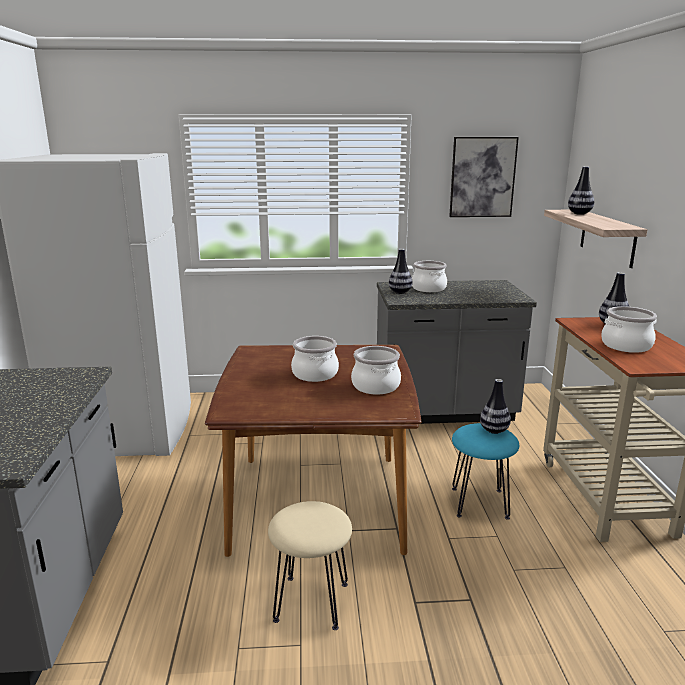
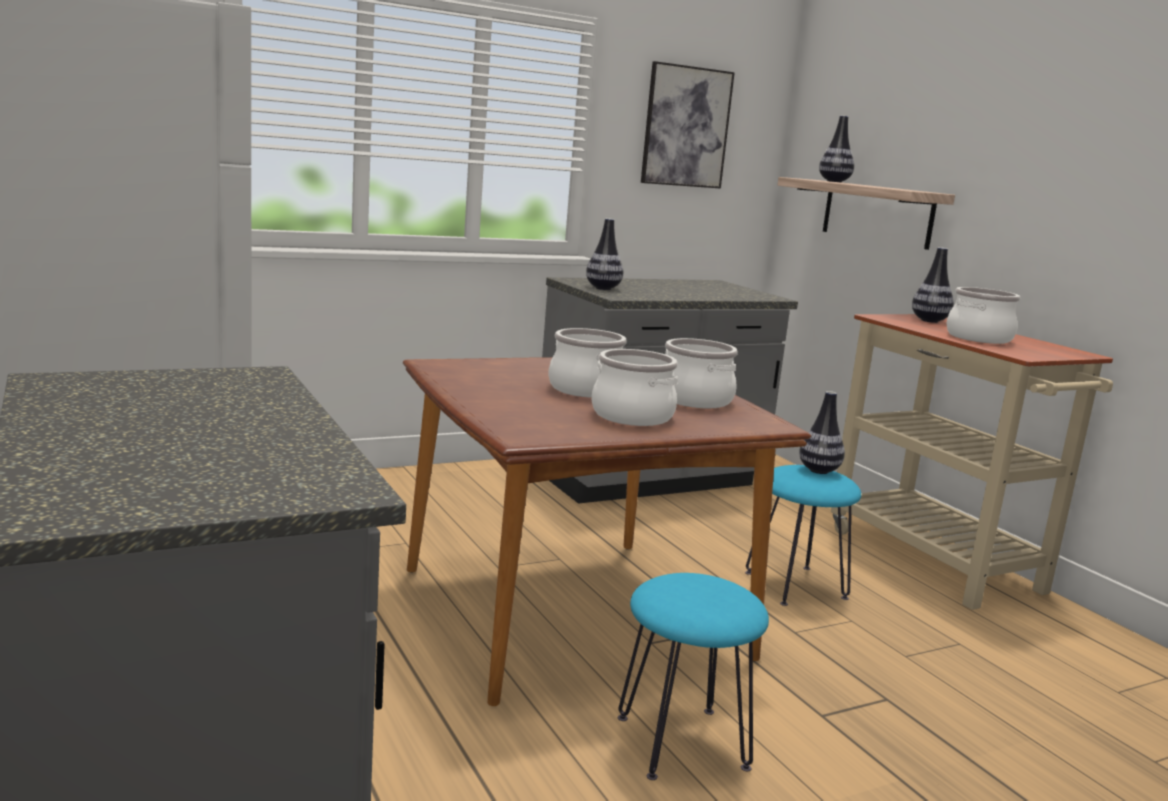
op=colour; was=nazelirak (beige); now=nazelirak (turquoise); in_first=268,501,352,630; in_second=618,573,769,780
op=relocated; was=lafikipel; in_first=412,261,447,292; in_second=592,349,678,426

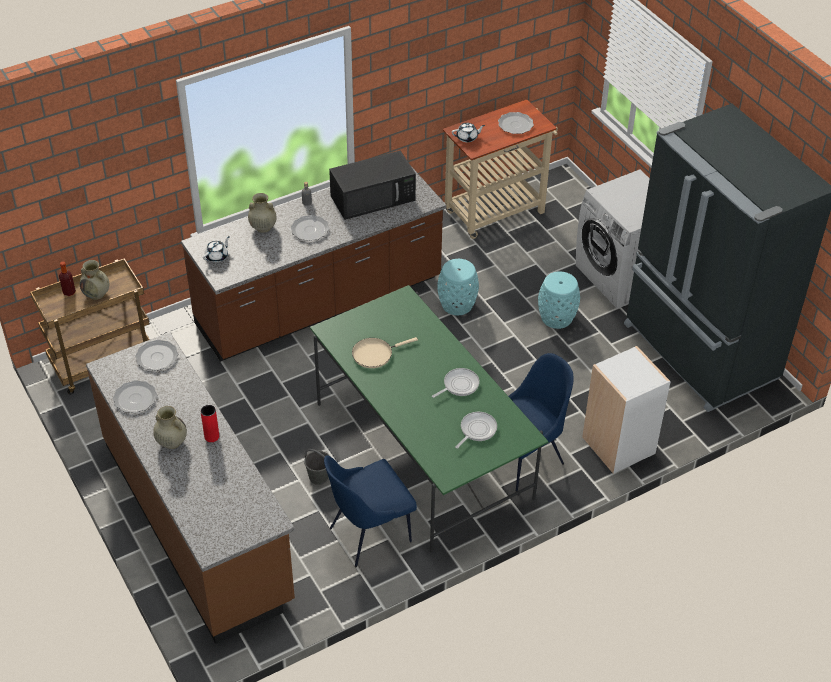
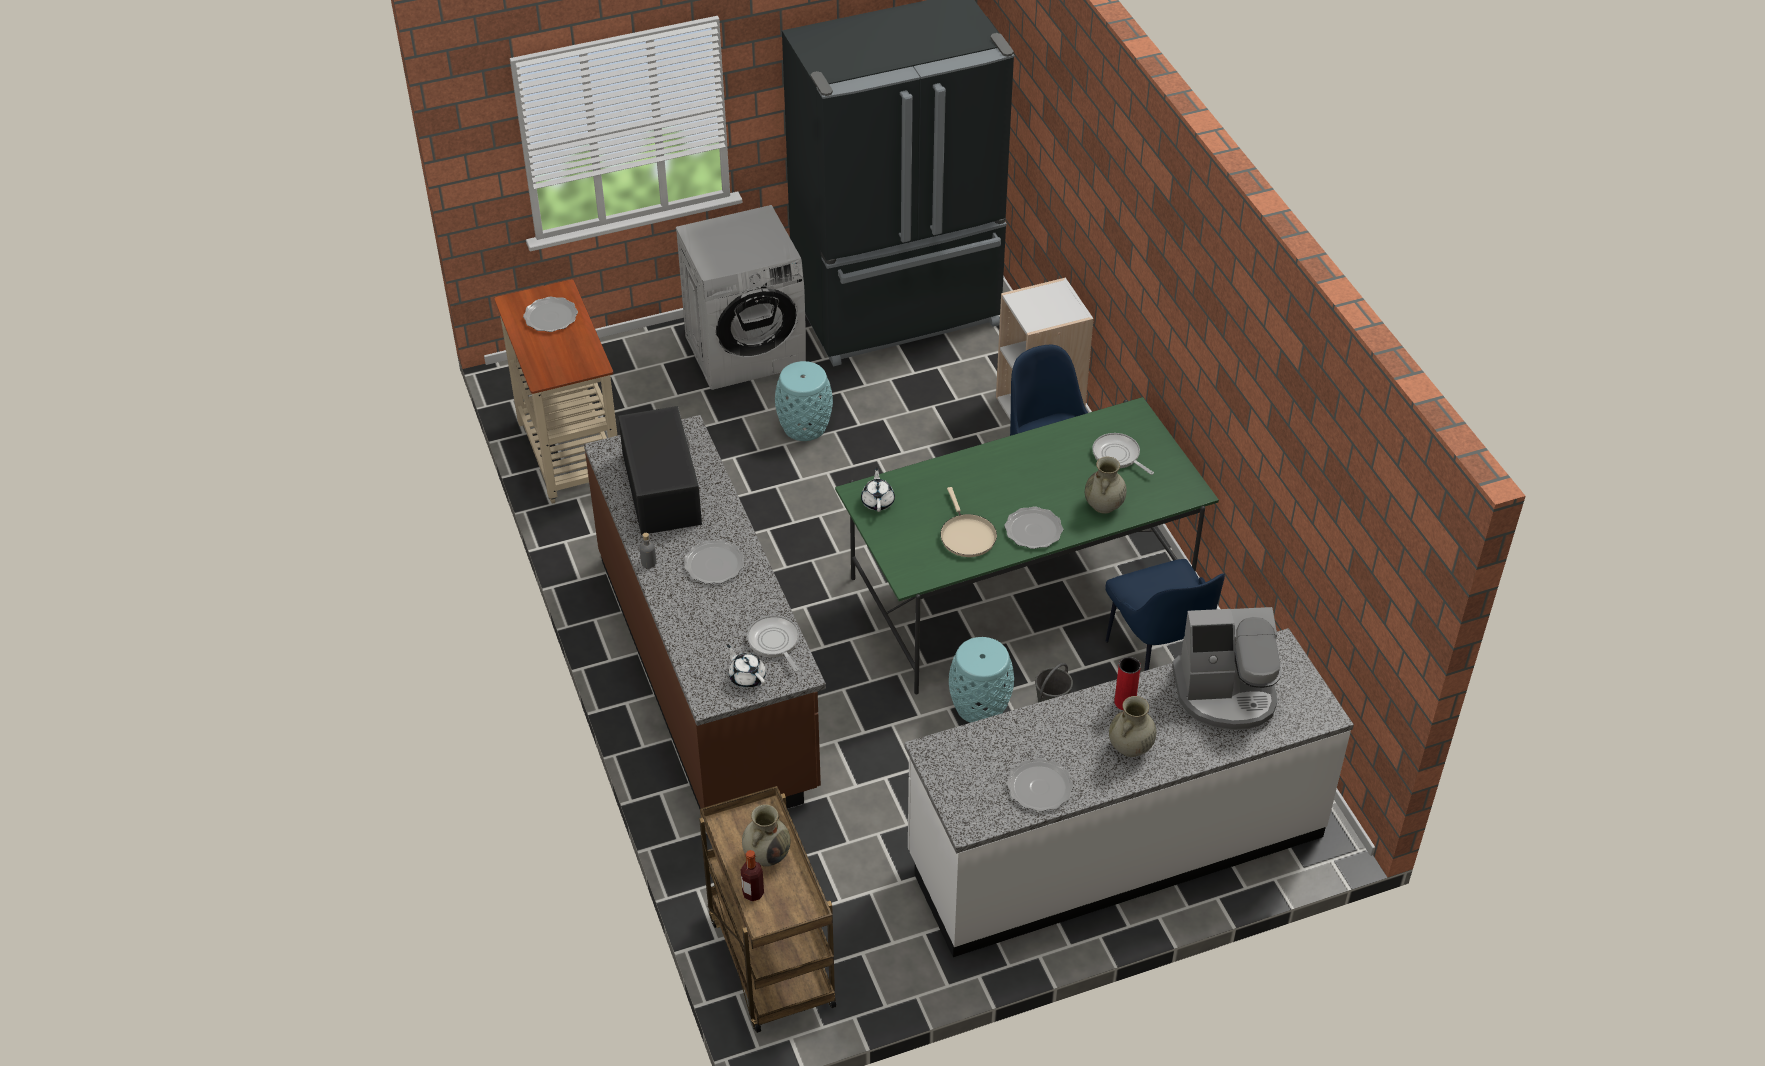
op=colour; was=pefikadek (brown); now=pefikadek (white); in_first=86,332,295,644; in_second=905,628,1354,957
op=relocated; was=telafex; in_first=135,340,178,371; in_second=1004,506,1063,549
op=relocated; was=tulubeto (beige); in_first=248,193,277,233; in_second=1085,457,1127,514
op=relocated; was=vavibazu; in_first=432,368,479,398; in_second=747,615,799,672
op=relocated; was=nazelirak (turquoise); in_first=437,259,479,315; in_second=949,637,1014,723
op=relocated; was=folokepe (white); in_first=452,123,485,142; in_second=861,467,895,512
op=appeared; now=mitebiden; in_second=1172,607,1281,730

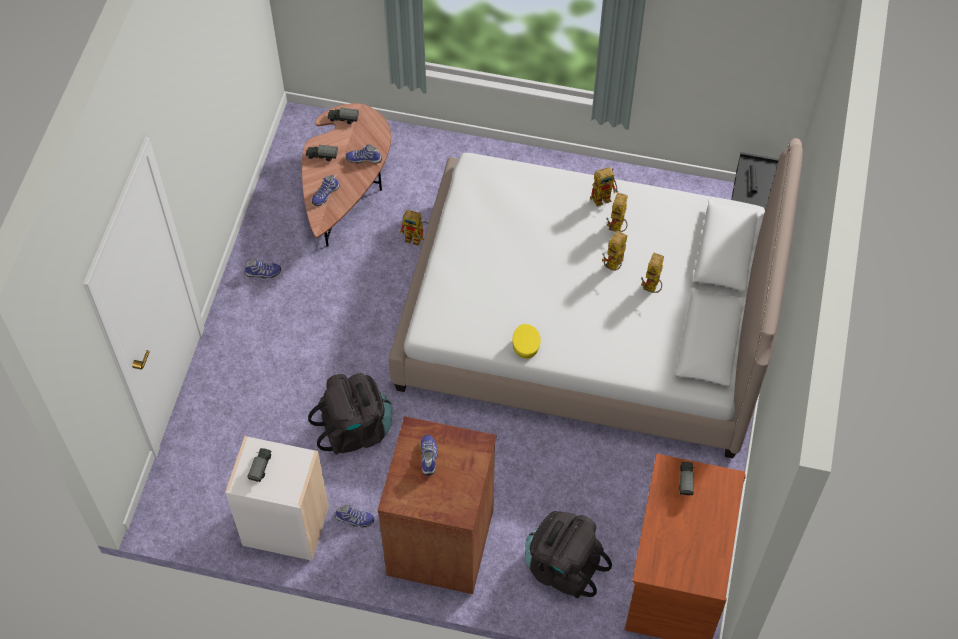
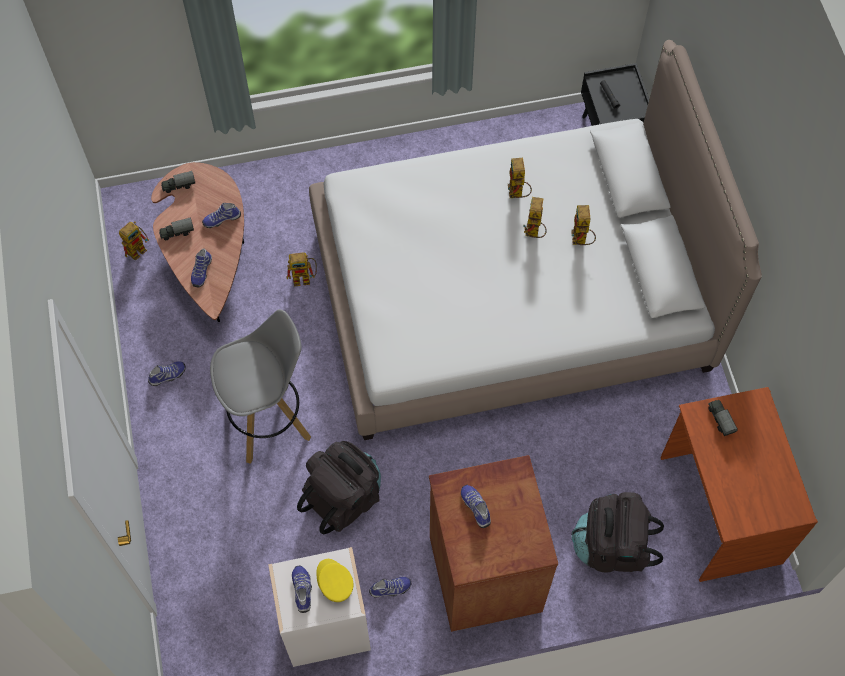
op=exchanged; was=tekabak; now=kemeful; in_first=247,448,272,482; in_second=292,565,312,613
op=relocated; was=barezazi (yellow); in_first=512,324,541,359; in_second=316,559,353,602
op=relocated; was=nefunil; in_first=590,167,618,207; in_second=119,221,149,261
op=appeared; now=nazelirak (grey); in_second=210,309,311,464

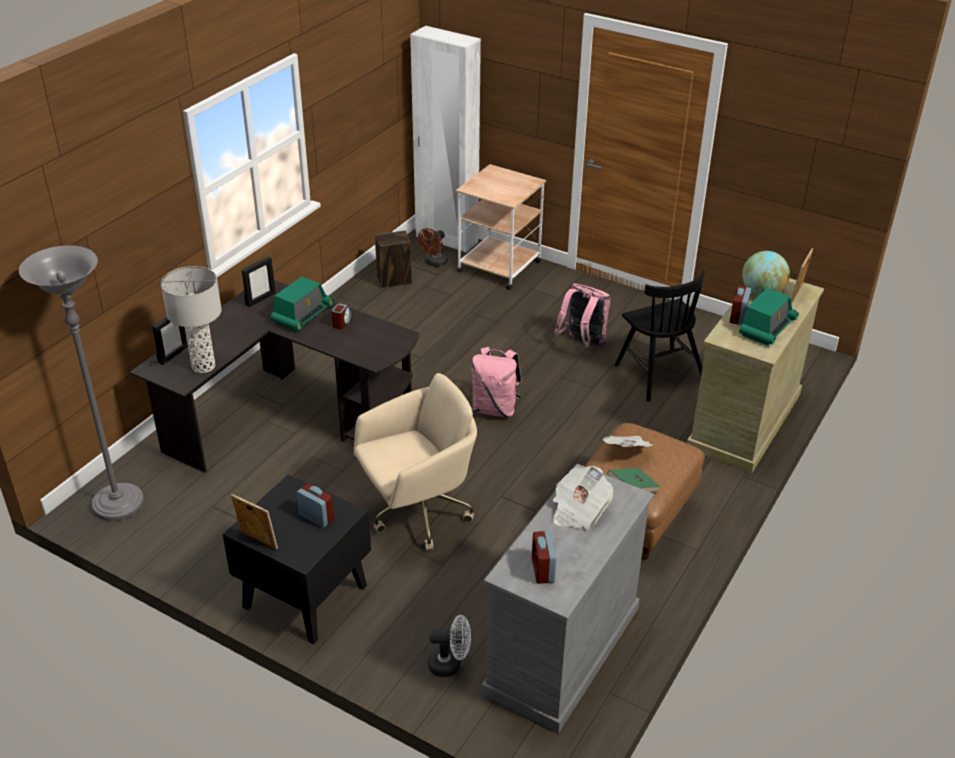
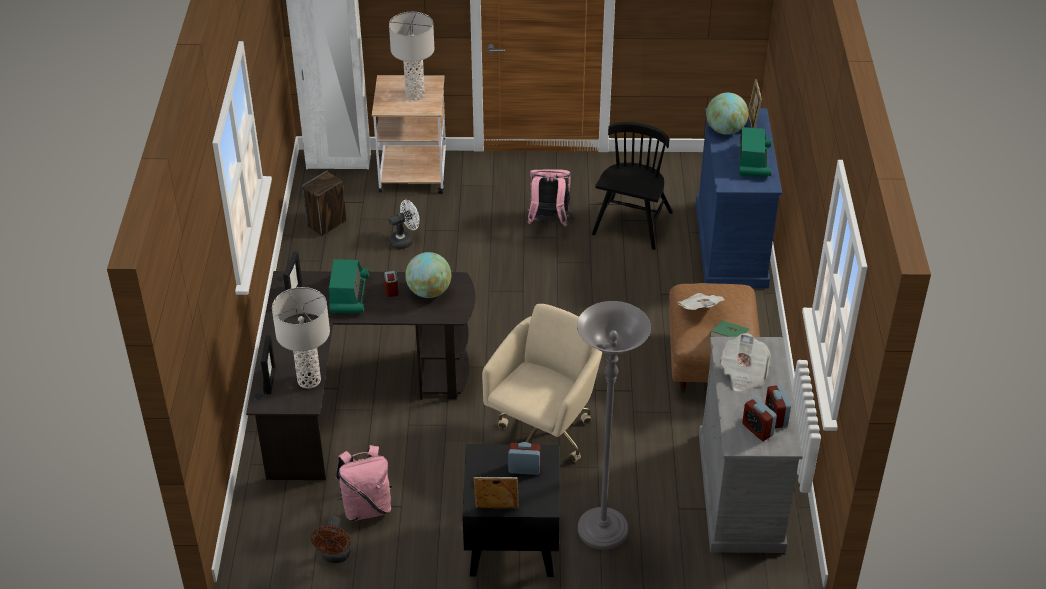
op=relocated; was=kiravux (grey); in_first=19,245,144,521; in_second=577,301,651,550
op=relocated; was=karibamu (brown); in_first=418,228,448,267; in_second=311,516,351,563
op=relocated; was=karibamu (white); in_first=428,615,471,677; in_second=389,200,419,249
op=relocated; was=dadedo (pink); in_first=471,347,522,417; in_second=336,445,392,521
op=spun; was=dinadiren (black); in_first=615,270,705,402; in_second=592,122,673,250; clockwise=-105
op=colour; was=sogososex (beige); now=sogososex (blue); in_first=687,278,824,473; in_second=696,108,782,288
op=relocated; was=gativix; in_first=730,286,751,325; in_second=765,385,791,428
op=appeared; now=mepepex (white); in_second=389,12,434,100
op=appeared; now=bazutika; in_second=405,252,451,298

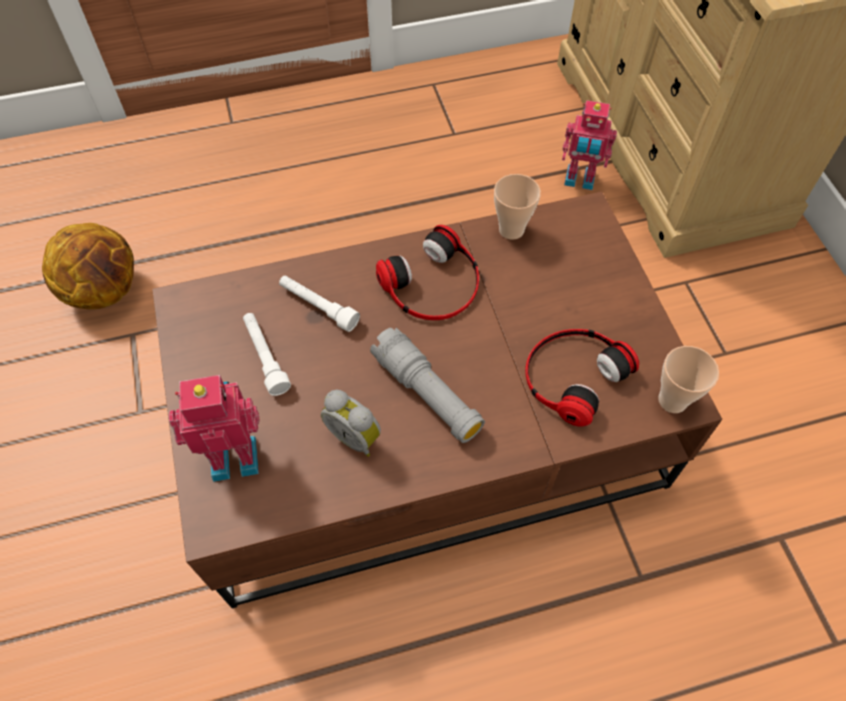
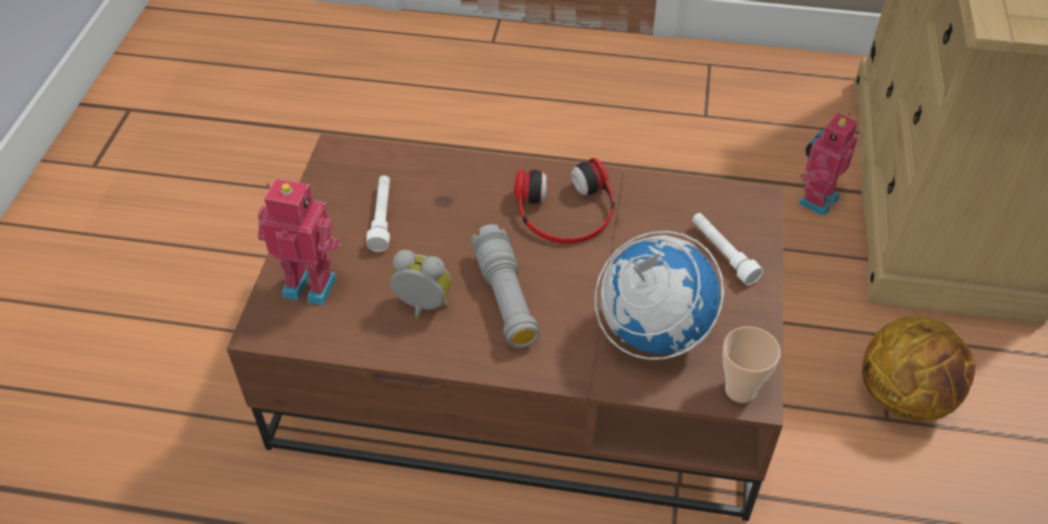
op=relocated; was=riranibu; in_first=42,223,134,309; in_second=862,316,975,421
op=relocated; was=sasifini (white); in_first=279,276,360,332; in_second=692,213,763,285
op=spun; was=gativix; in_first=321,390,381,457; in_second=390,250,451,319; clockwise=135
op=missing; was=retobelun; in_first=494,174,541,240
op=exchanged; was=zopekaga; now=bazutika; in_first=525,329,639,427; in_second=595,231,724,360
op=spun; was=nefunil; in_first=562,100,617,190; in_second=798,113,858,216; clockwise=90

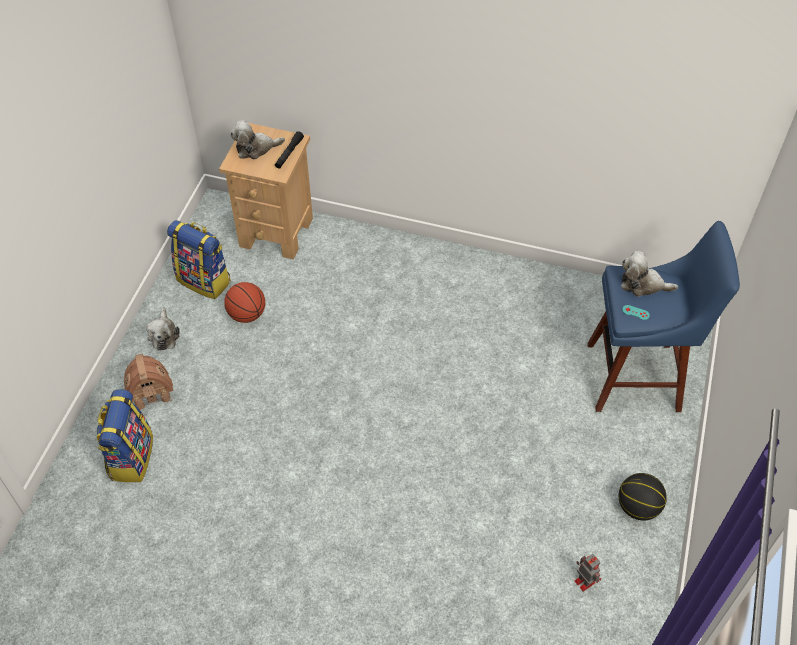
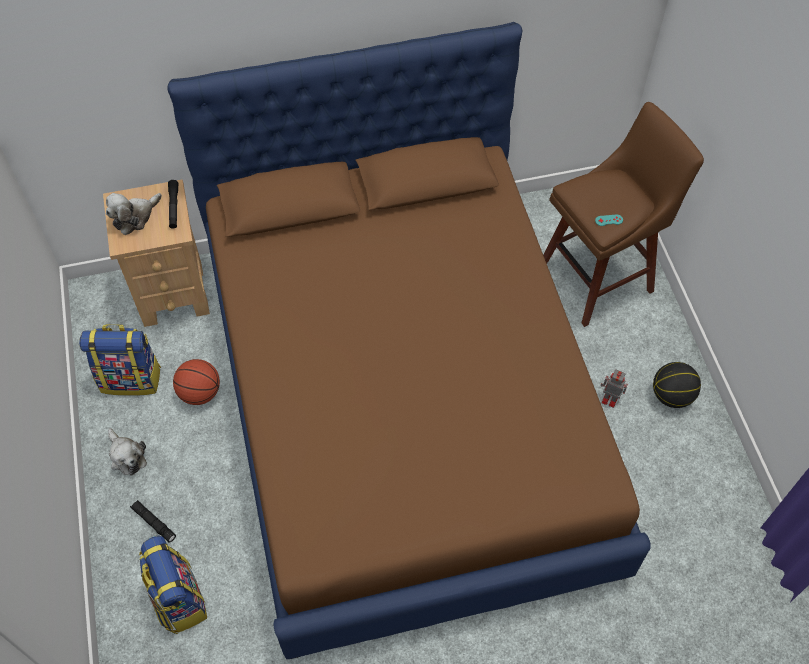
op=exchanged; was=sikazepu; now=sasifini (black); in_first=124,353,174,410; in_second=130,500,176,543
op=relocated; was=nefunil; in_first=574,554,601,592; in_second=600,370,628,408
op=colour; was=nazelirak (blue); now=nazelirak (brown); in_first=587,221,740,412; in_second=543,102,704,327
op=missing; was=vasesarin; in_first=621,251,678,297
op=appeared; now=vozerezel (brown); in_second=168,22,651,659

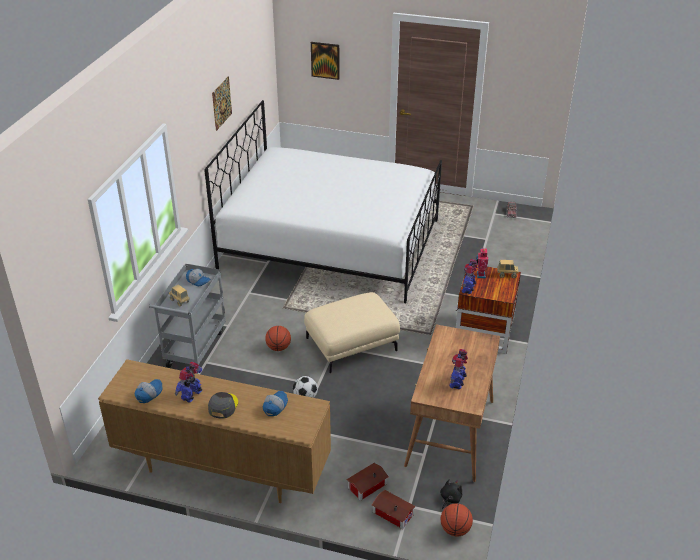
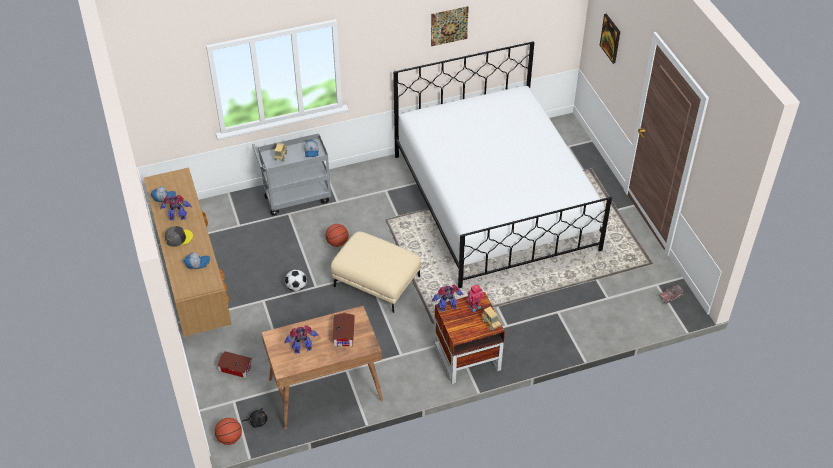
op=relocated; was=sikazepu; in_first=372,490,416,529; in_second=332,313,355,347

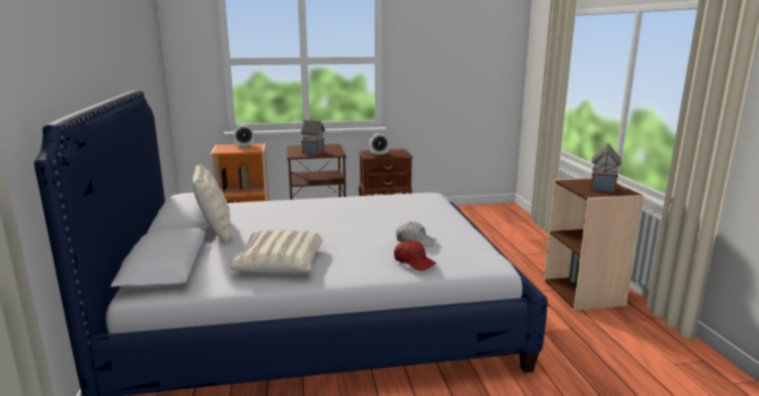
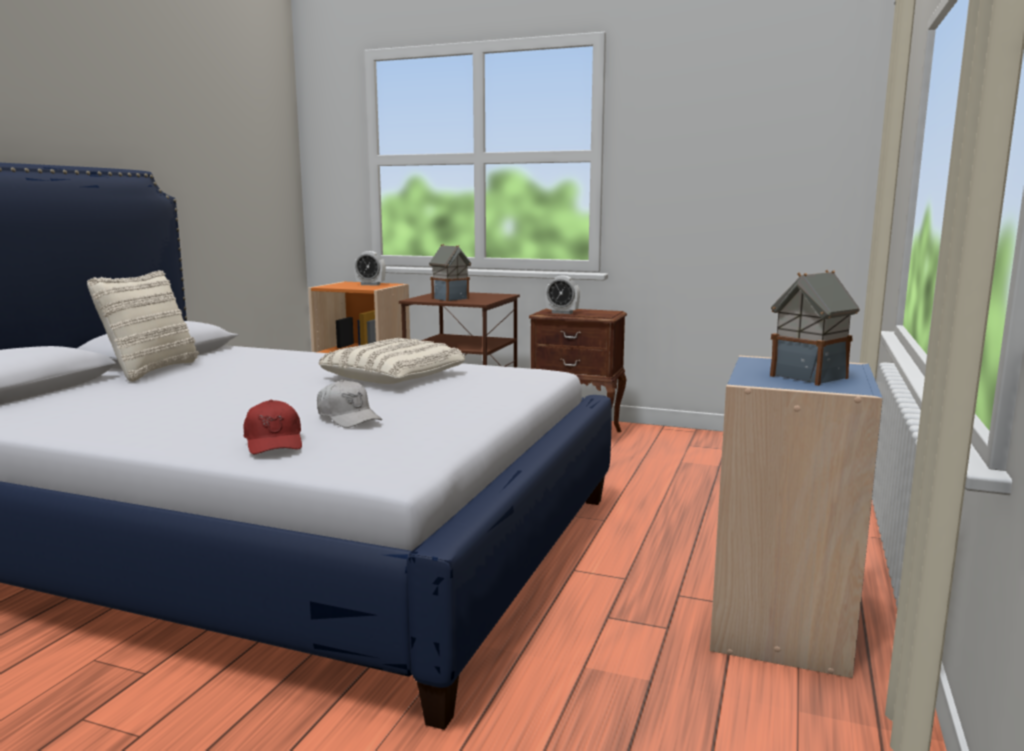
op=relocated; was=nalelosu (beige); in_first=228,230,323,274; in_second=319,338,465,384
op=colour; was=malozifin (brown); now=malozifin (blue); in_first=544,178,644,311; in_second=710,355,883,678

